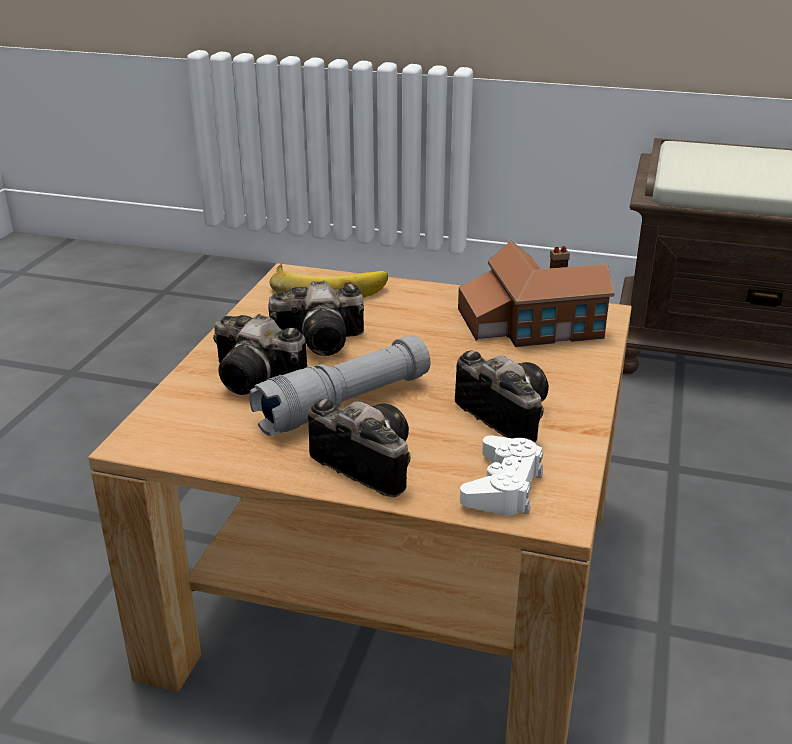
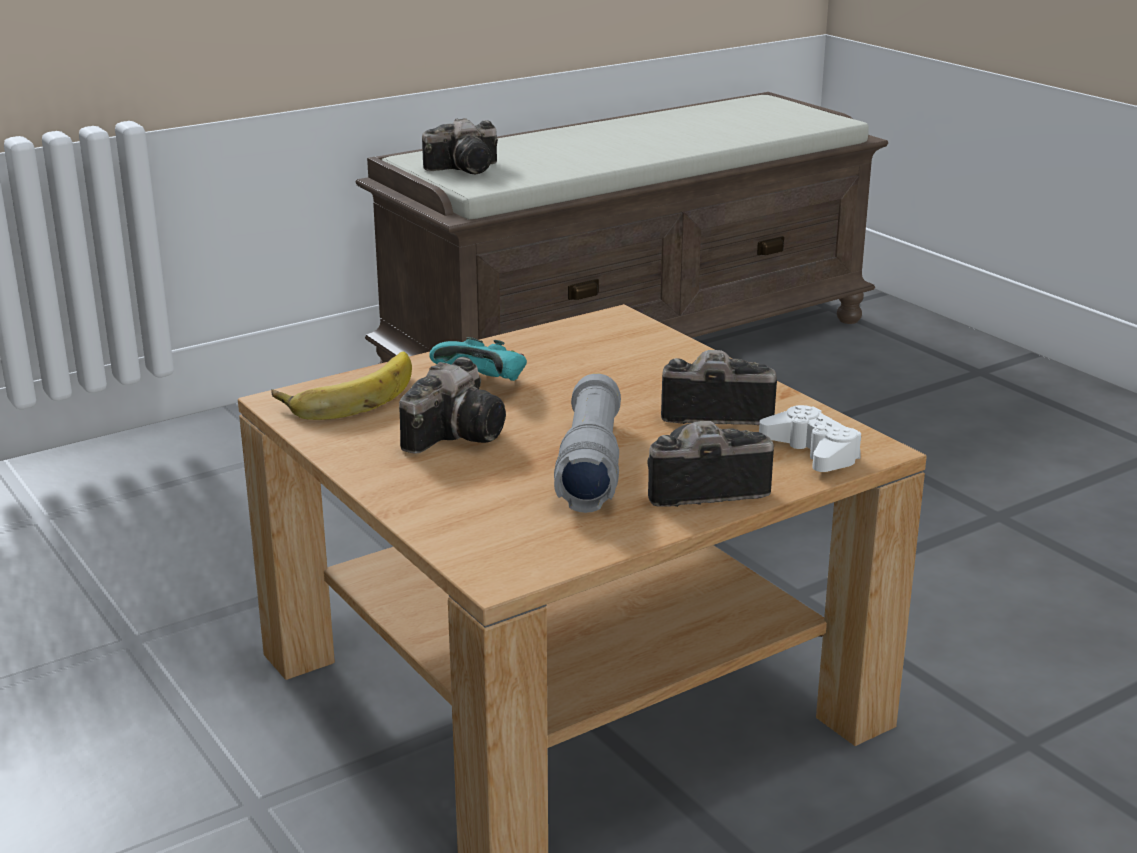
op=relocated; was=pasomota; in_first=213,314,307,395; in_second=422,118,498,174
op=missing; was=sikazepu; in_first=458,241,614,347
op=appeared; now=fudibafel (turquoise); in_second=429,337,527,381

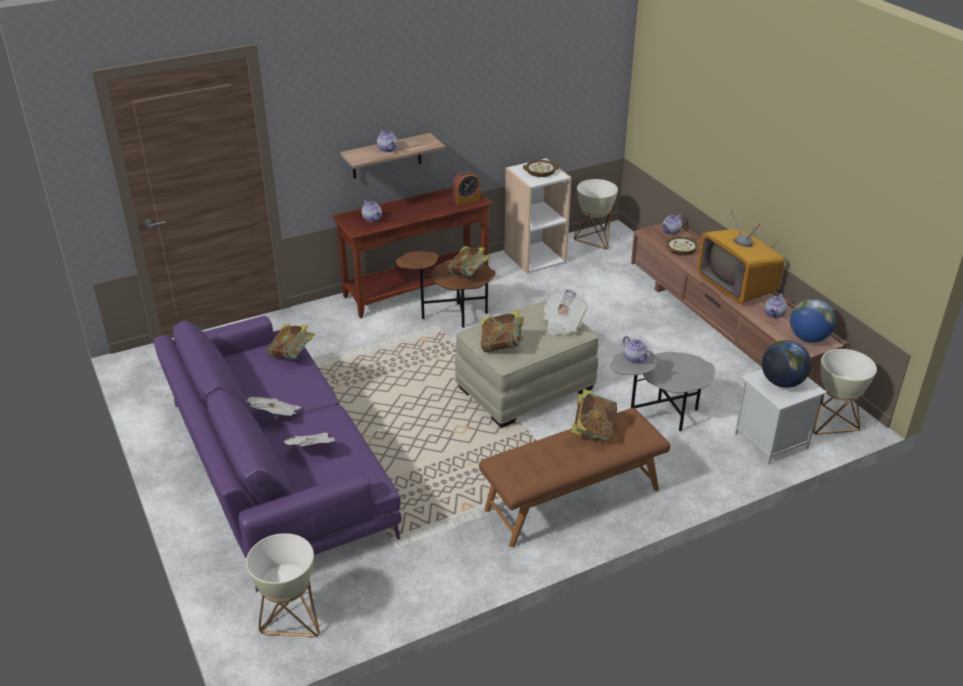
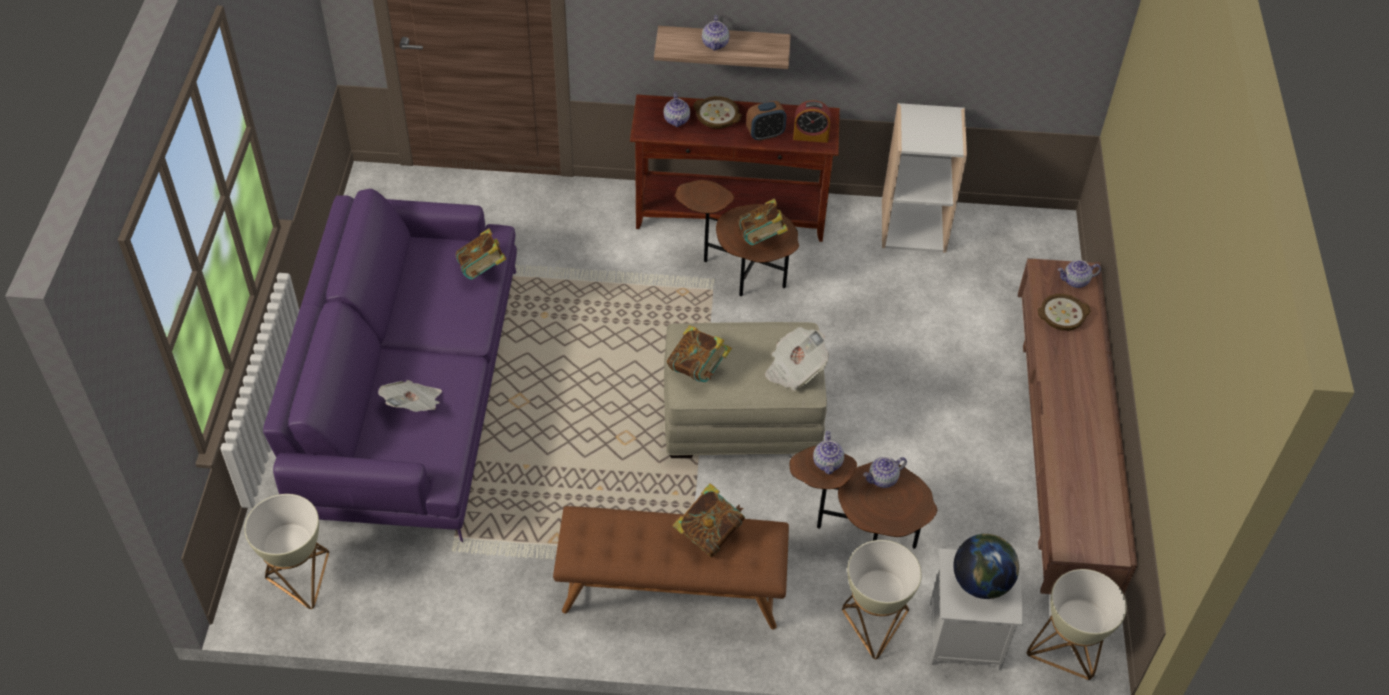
op=missing; was=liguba; in_first=247,397,301,416
op=relocated; was=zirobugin; in_first=523,160,559,177; in_second=693,96,742,129
op=relocated; was=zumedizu; in_first=574,179,618,249; in_second=842,540,922,660
op=colour; was=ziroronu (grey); now=ziroronu (brown); in_first=610,351,715,431; in_second=790,446,938,548
op=missing; was=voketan; in_first=697,210,785,304
op=relocated; was=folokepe; in_first=765,294,787,318; in_second=863,457,907,488
op=missing; was=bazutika; in_first=790,299,836,343
op=appeared; now=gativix; in_second=746,101,787,141

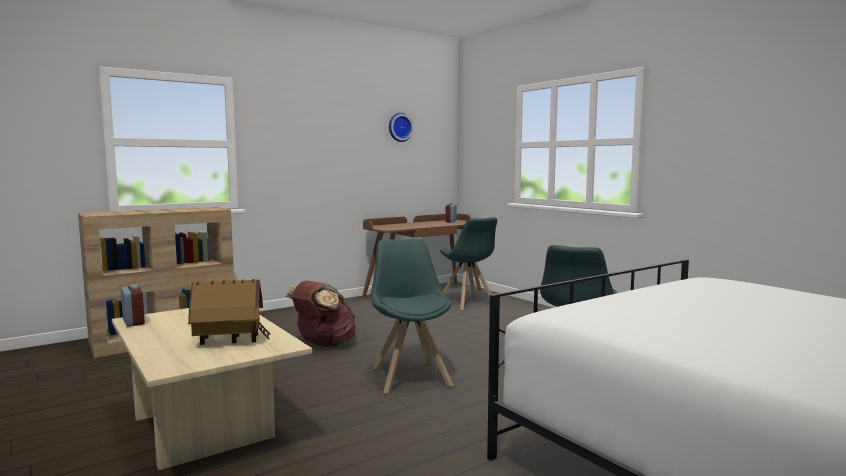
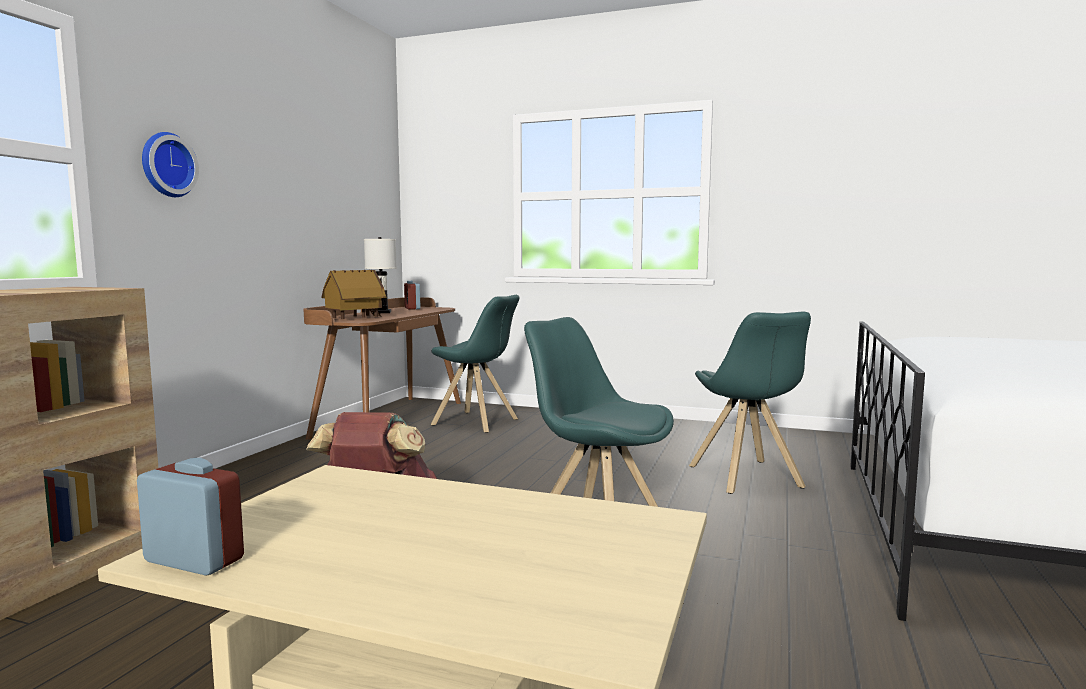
op=relocated; was=sikazepu; in_first=188,279,271,345; in_second=322,270,386,319
op=relocated; was=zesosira; in_first=389,113,413,142; in_second=142,132,199,197
op=appeared; now=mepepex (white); in_second=364,237,397,313

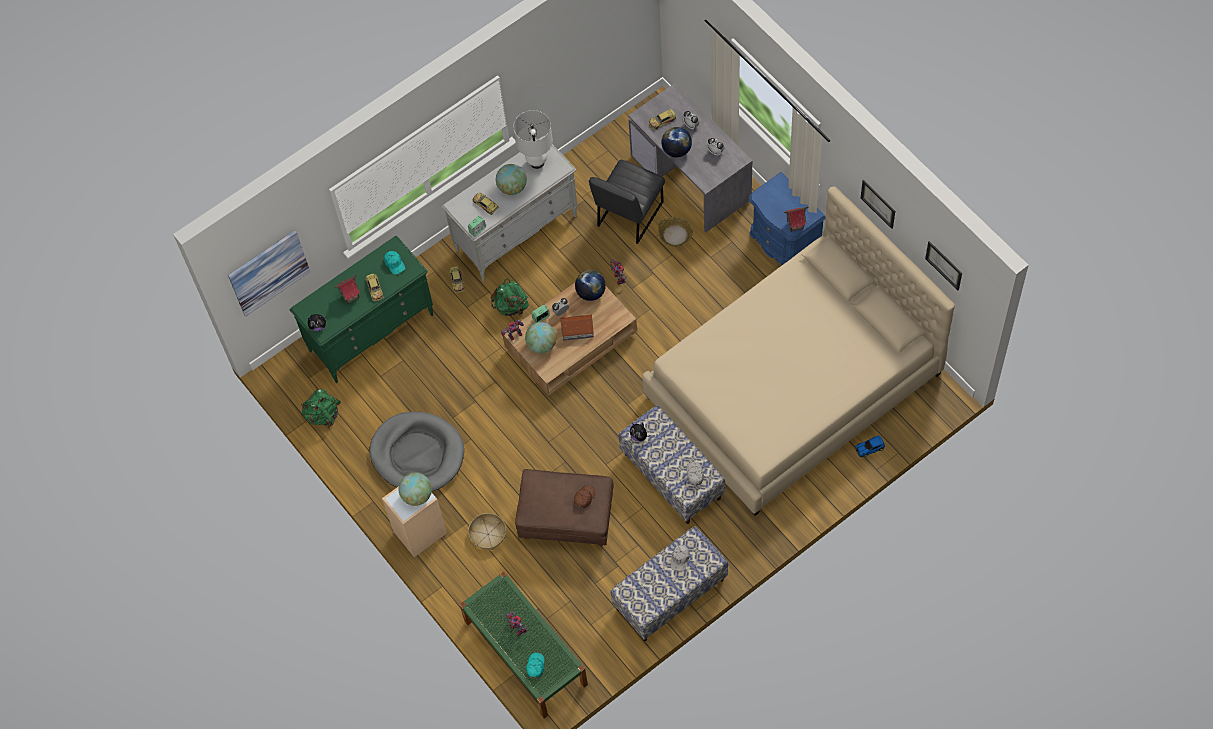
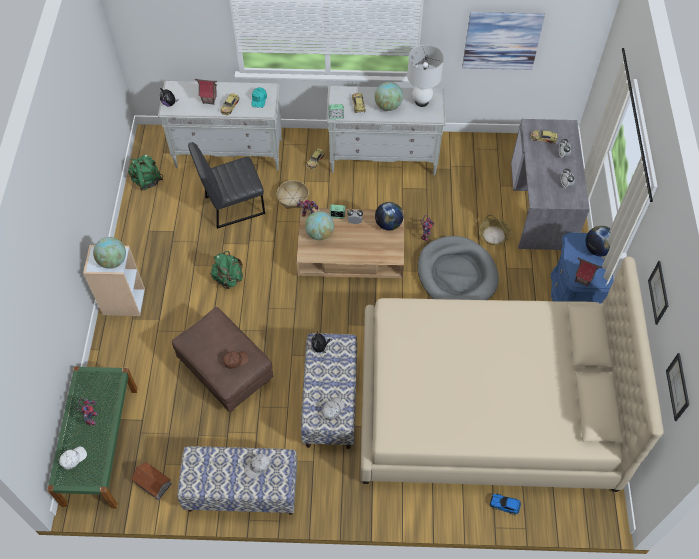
op=relocated; was=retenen; in_first=228,230,310,316; in_second=462,12,545,70
op=colour; was=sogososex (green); now=sogososex (white); in_first=289,236,433,383; in_second=158,81,282,170
op=relocated; was=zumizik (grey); in_first=369,412,464,491; in_second=418,236,499,300
op=relocated; was=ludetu; in_first=468,513,506,550; in_second=277,180,309,209
op=relocated; was=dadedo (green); in_first=491,278,529,316; in_second=211,251,243,289
op=colour; was=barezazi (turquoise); now=barezazi (white); in_first=526,653,545,678; in_second=59,446,87,470
op=relocated; was=sikazepu; in_first=560,315,594,341; in_second=131,462,172,500
op=relocated; was=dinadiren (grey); in_first=589,160,665,244; in_second=188,142,265,229
op=relocated; was=bazutika; in_first=662,127,692,158; in_second=585,226,610,256

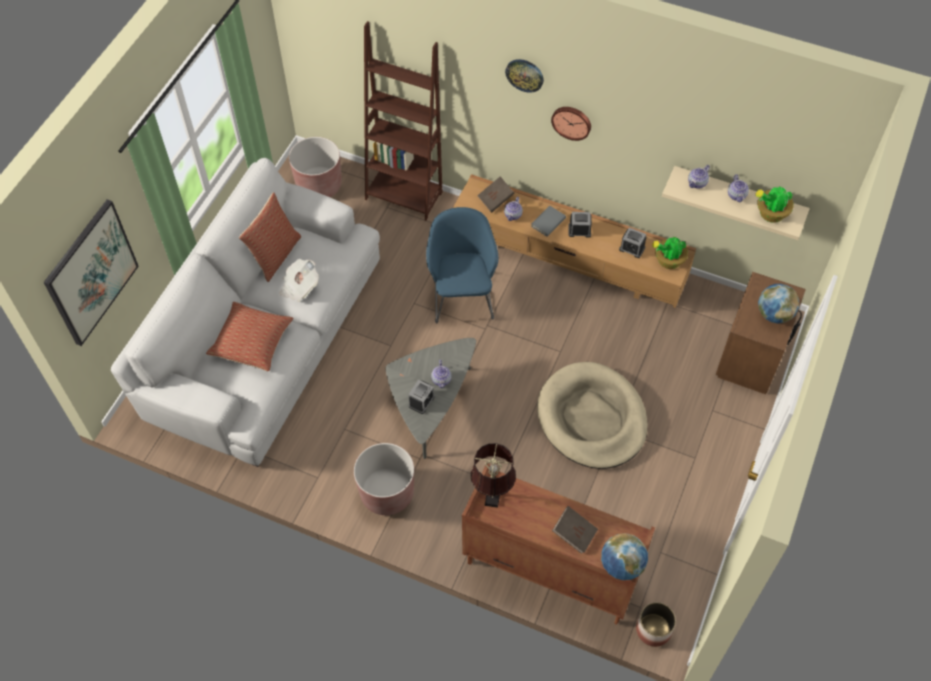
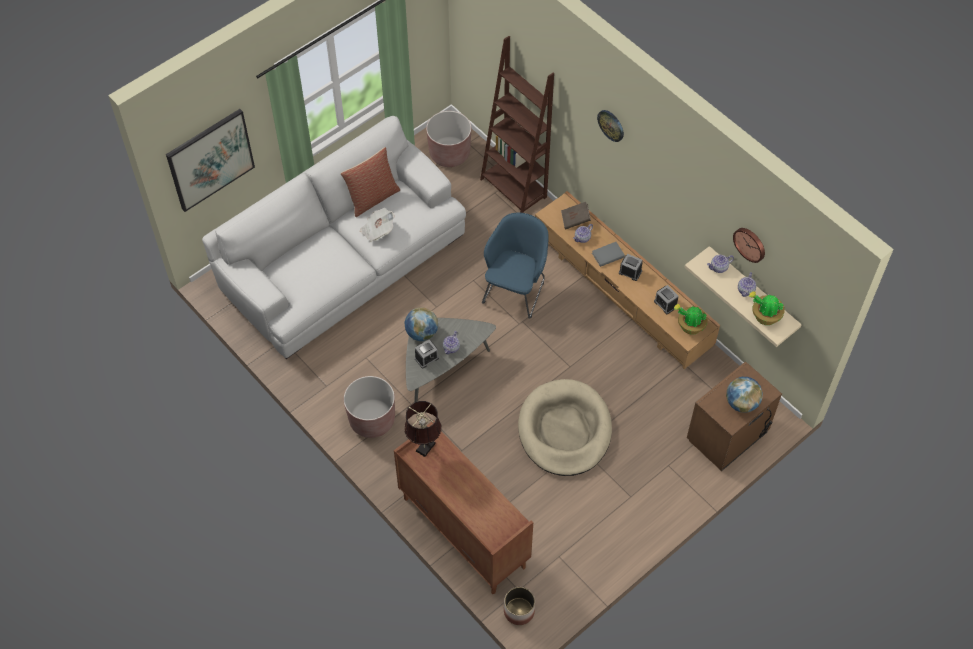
op=missing; was=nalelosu; in_first=206,302,293,371
op=relocated; was=zesosira; in_first=551,107,591,141; in_second=733,228,765,263
op=missing; was=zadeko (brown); in_first=552,506,598,554
op=relocated; was=bazutika; in_first=601,533,648,580; in_second=404,307,438,341

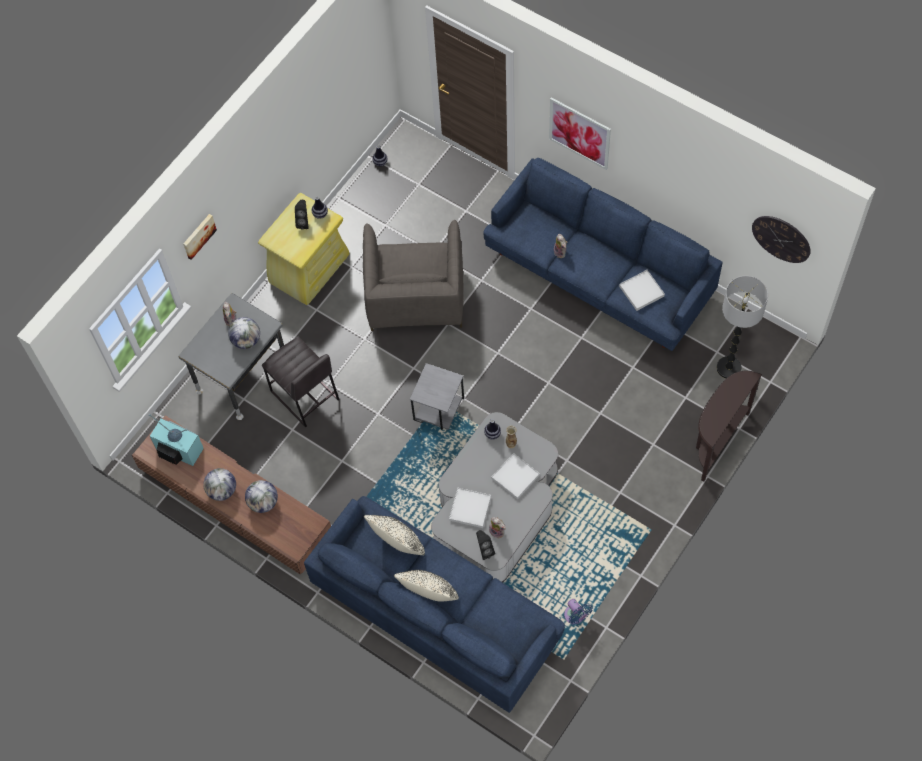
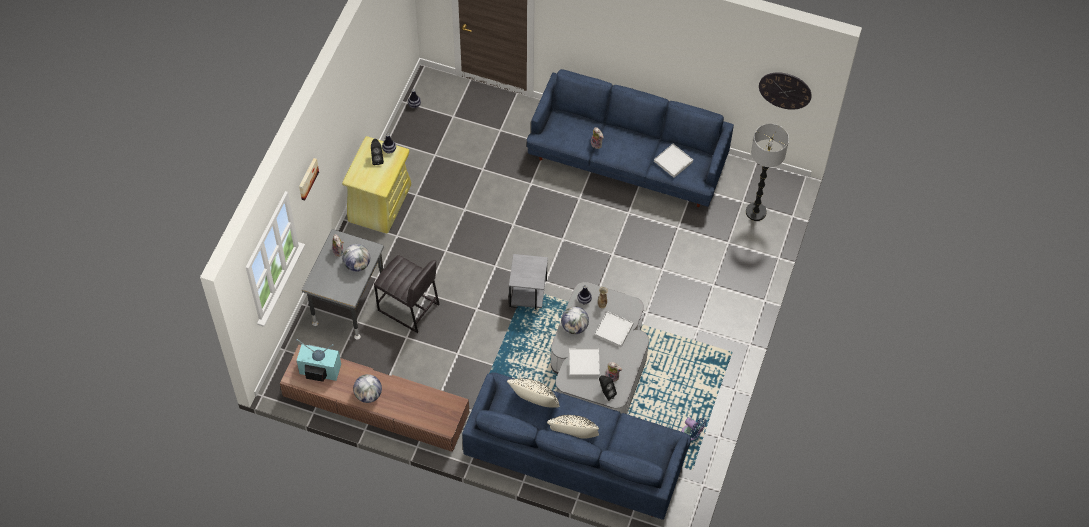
op=relocated; was=bazutika; in_first=245,480,278,513; in_second=561,306,589,334
op=missing; was=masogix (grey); in_first=363,220,464,331
op=missing; was=retenen; in_first=549,97,611,170
op=missing; was=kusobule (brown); in_first=696,371,762,482

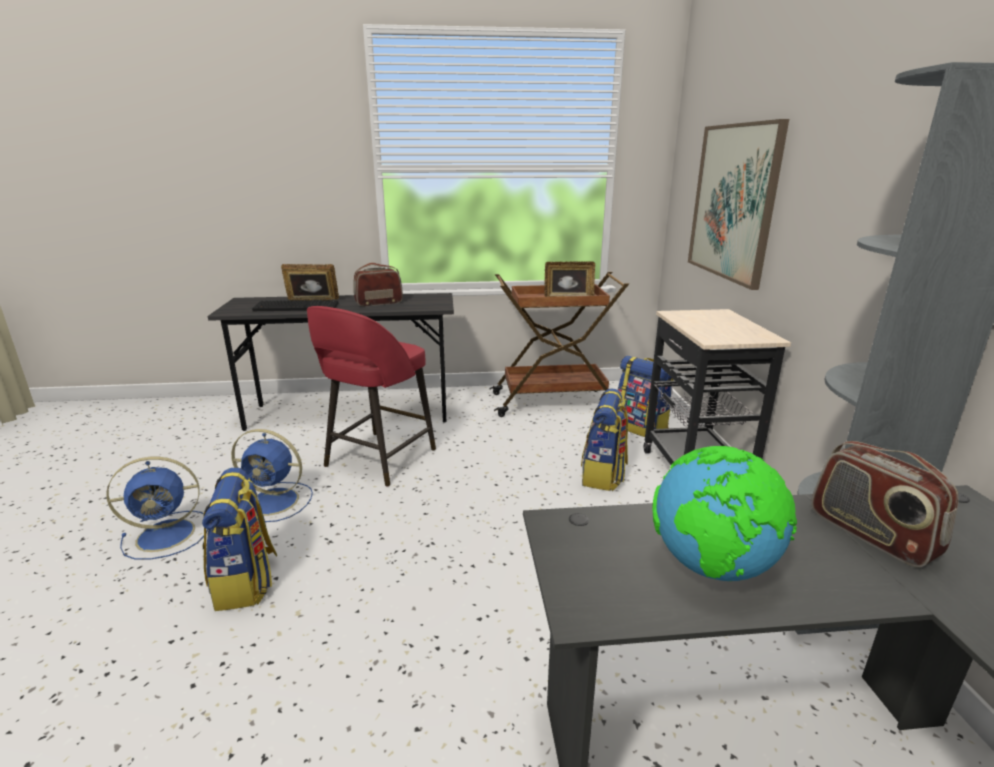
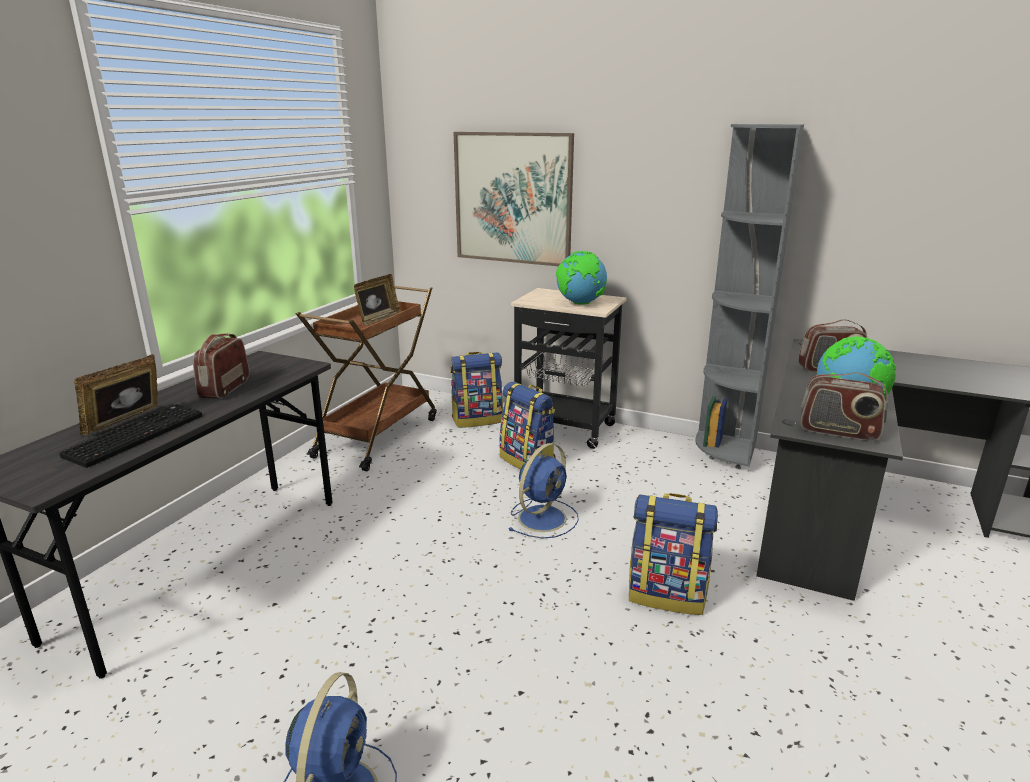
op=relocated; was=dadedo; in_first=202,467,277,611; in_second=629,493,718,615
op=relocated; was=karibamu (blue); in_first=231,429,313,522; in_second=509,443,579,539
op=missing; was=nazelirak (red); in_first=307,306,436,487
op=appeared; now=bazutika; in_second=556,251,607,305
op=appeared; now=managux; in_second=800,372,888,441

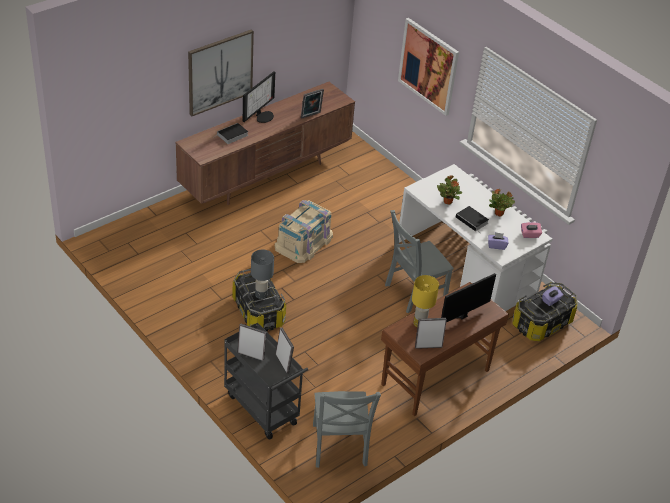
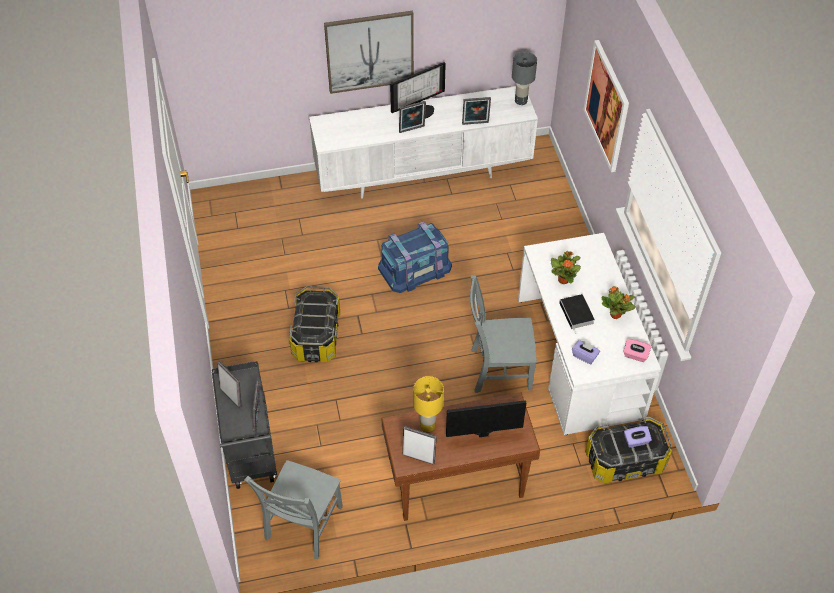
op=colour; was=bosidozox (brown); now=bosidozox (white); in_first=175,82,355,205; in_second=309,86,538,199
op=missing; was=zadeko; in_first=215,123,248,144
op=relocated; was=mepepex (grey); in_first=251,249,274,299; in_second=512,52,537,105
op=colour; was=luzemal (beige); now=luzemal (blue); in_first=275,200,333,263; in_second=378,221,452,293
op=appeared; now=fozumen; in_second=399,101,426,133

